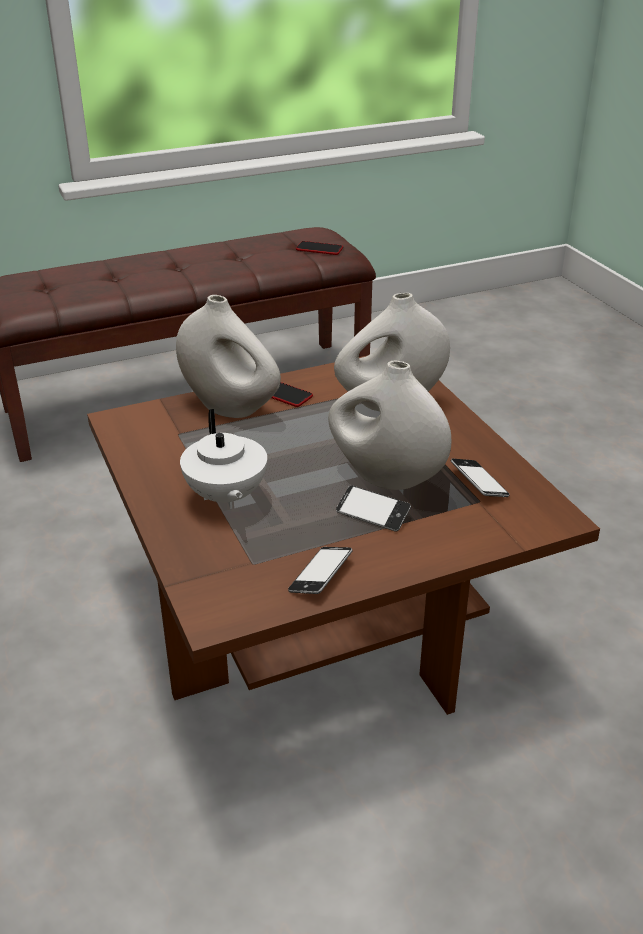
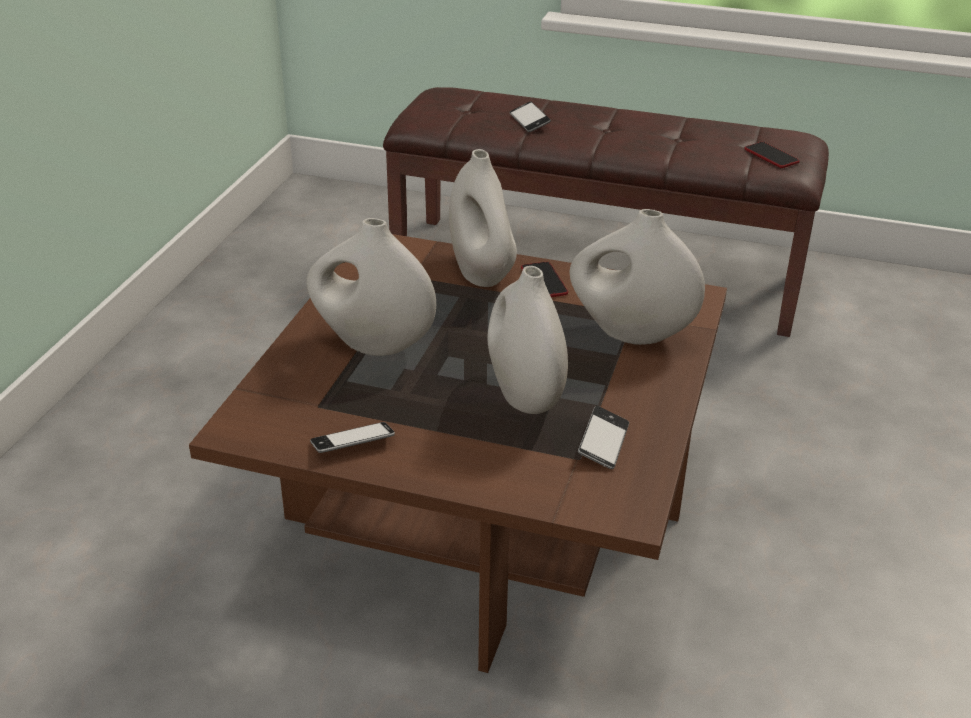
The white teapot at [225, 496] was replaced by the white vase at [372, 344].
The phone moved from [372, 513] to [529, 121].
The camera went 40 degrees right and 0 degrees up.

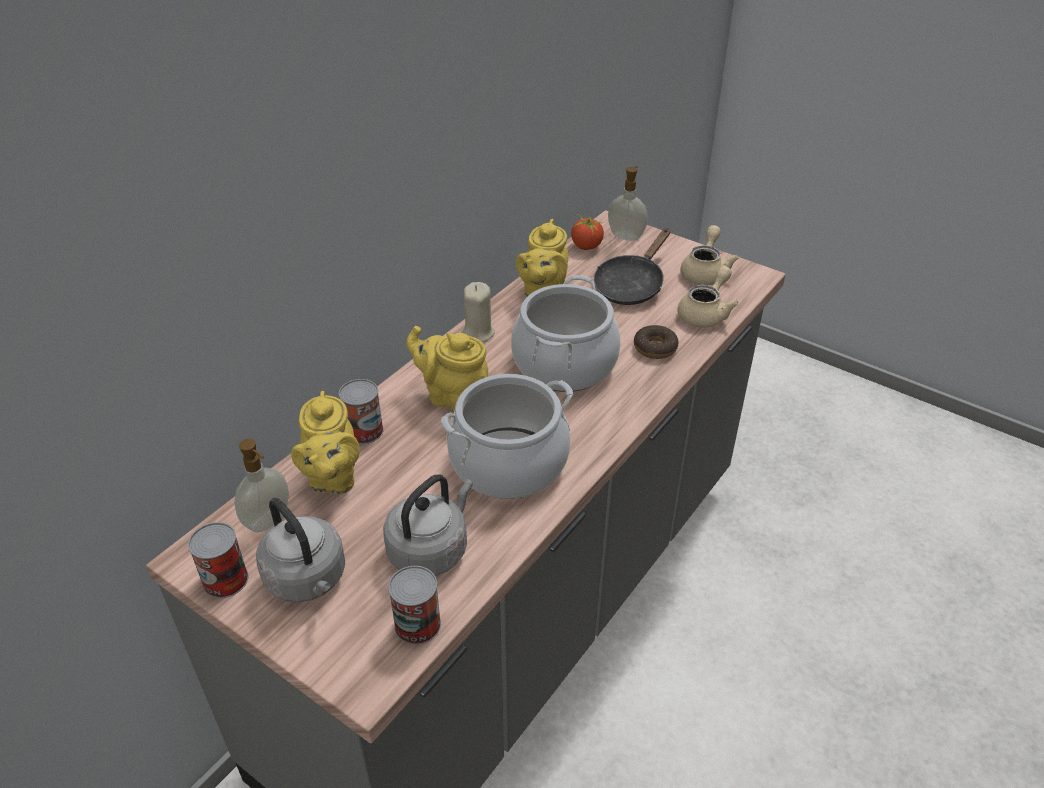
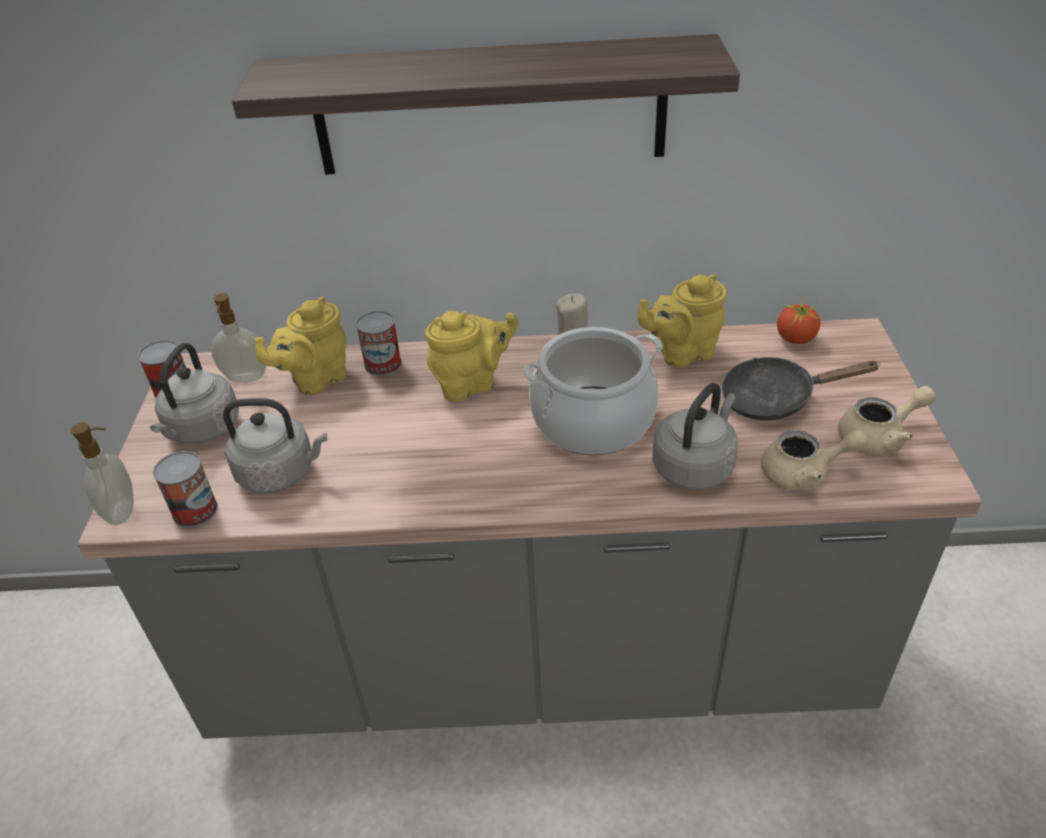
The soap dispenser moved from [626, 236] to [123, 511].
The shelf at [490, 107] appeared.
The yellow teapot at [453, 397] turned 75 degrees clockwise.
The donut at [655, 348] was replaced by the grey kettle at [695, 466].
The cooking pot at [508, 463] disappeared.
The camera went 55 degrees right and 0 degrees up.

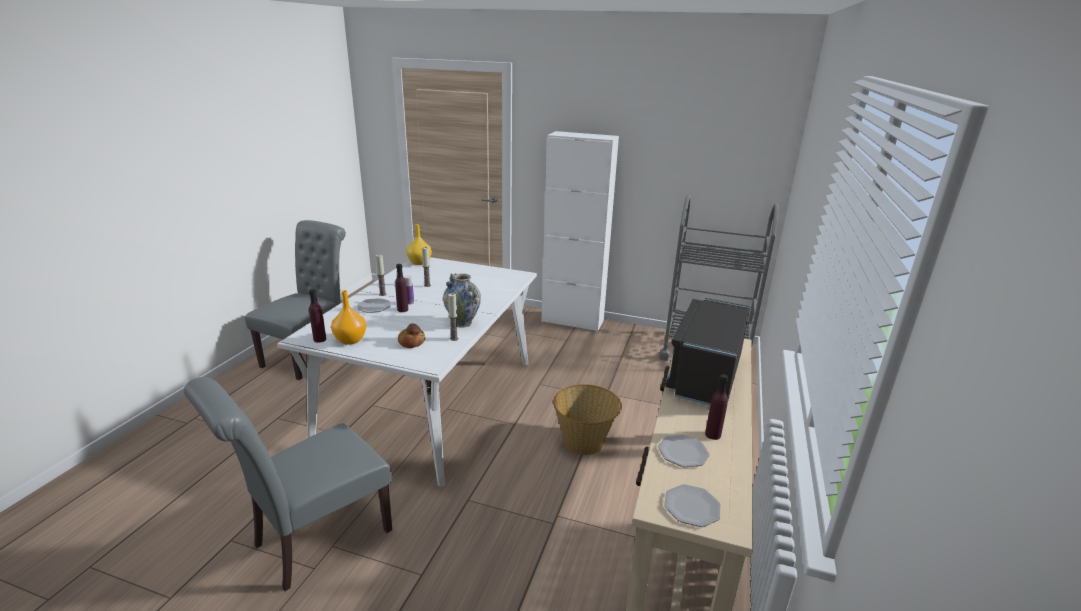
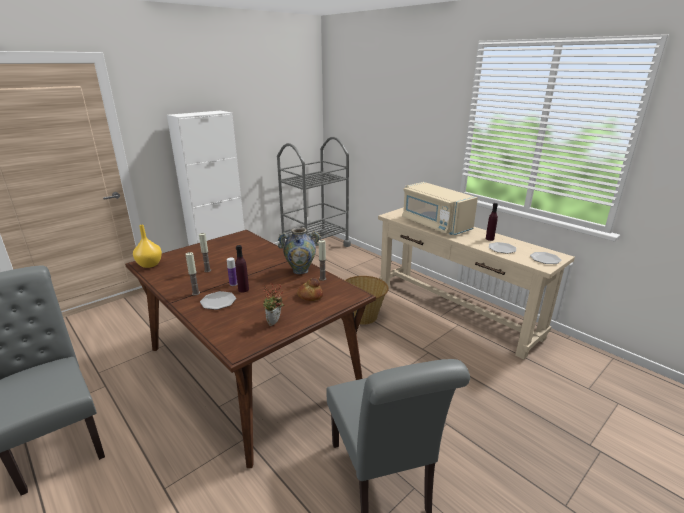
The white dining table at [431, 400] became the brown dining table at [250, 368].
The orange vase at [351, 340] was replaced by the potted plant at [275, 323].
The black microwave at [705, 375] became the beige microwave at [434, 224].
The purple bottle at [320, 339] disappeared.
The camera went 60 degrees left and 0 degrees up.

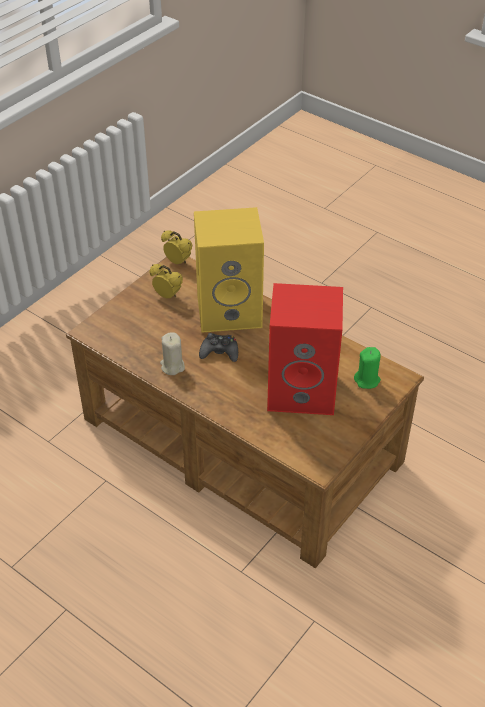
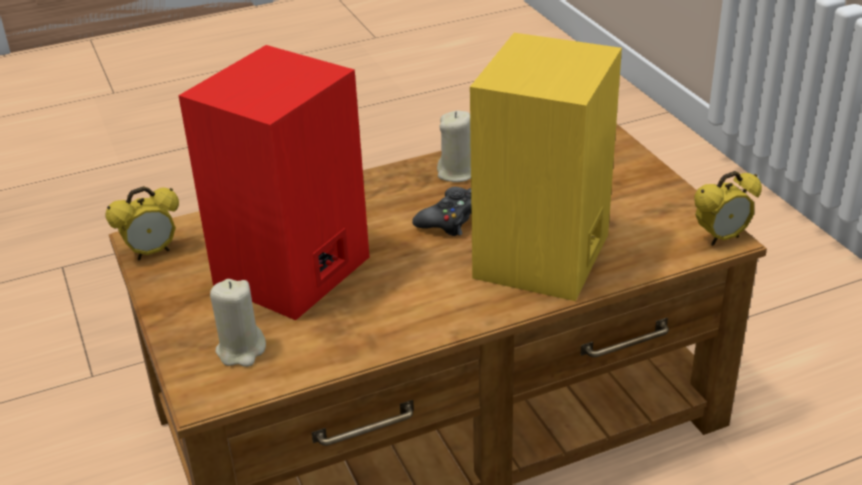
The alarm clock moved from [167, 296] to [152, 252].
The green candle at [367, 380] became the beige candle at [241, 350].
The camera went 120 degrees right and 10 degrees down.

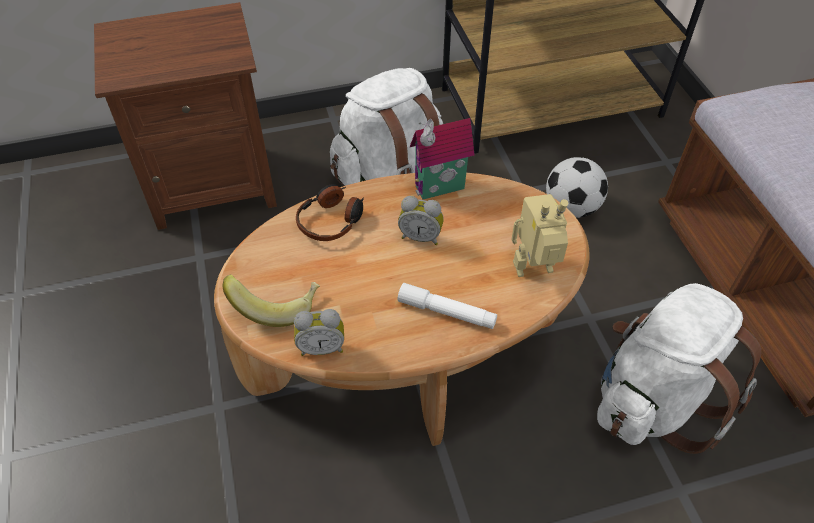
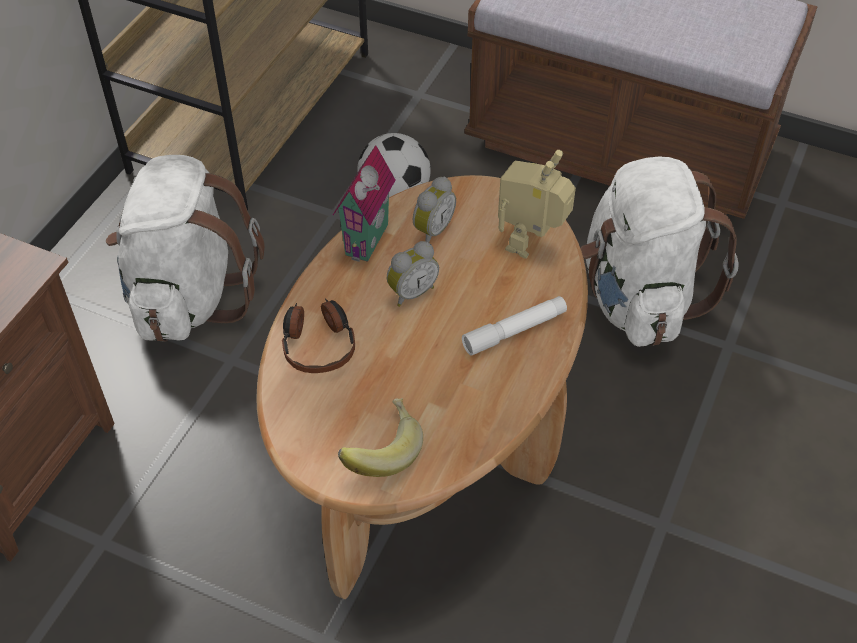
The alarm clock moved from [321, 347] to [431, 230].
The camera went 50 degrees left and 0 degrees up.

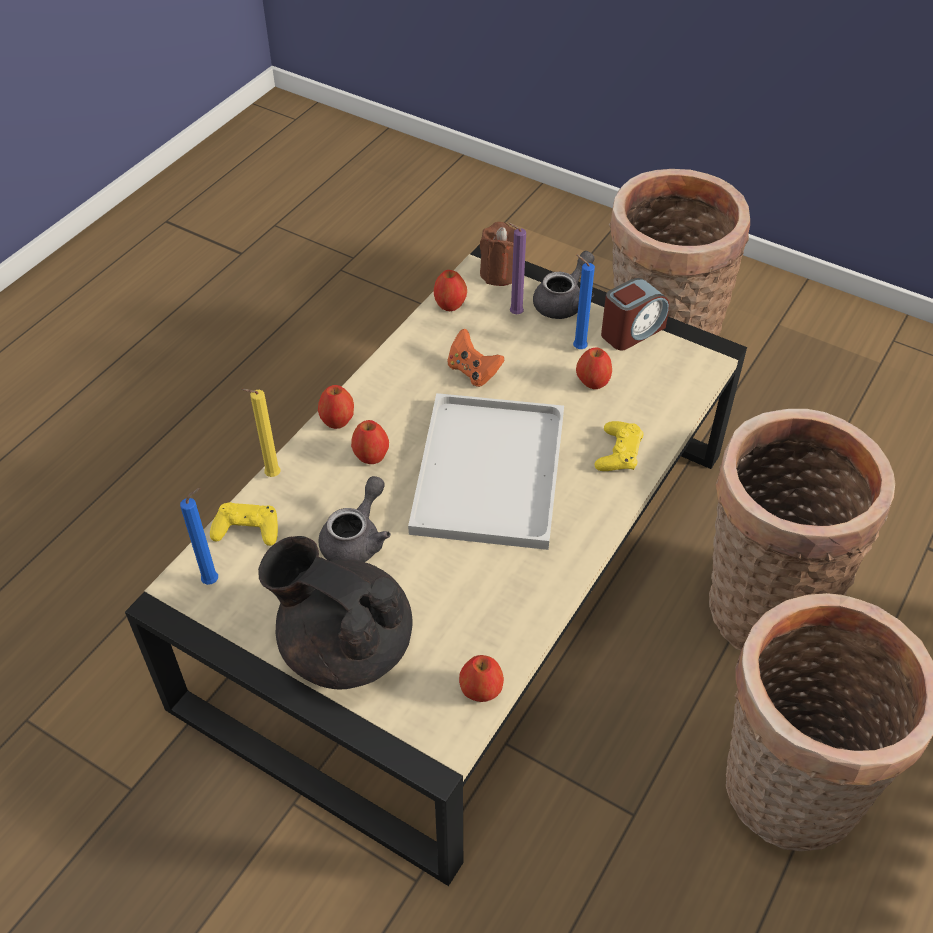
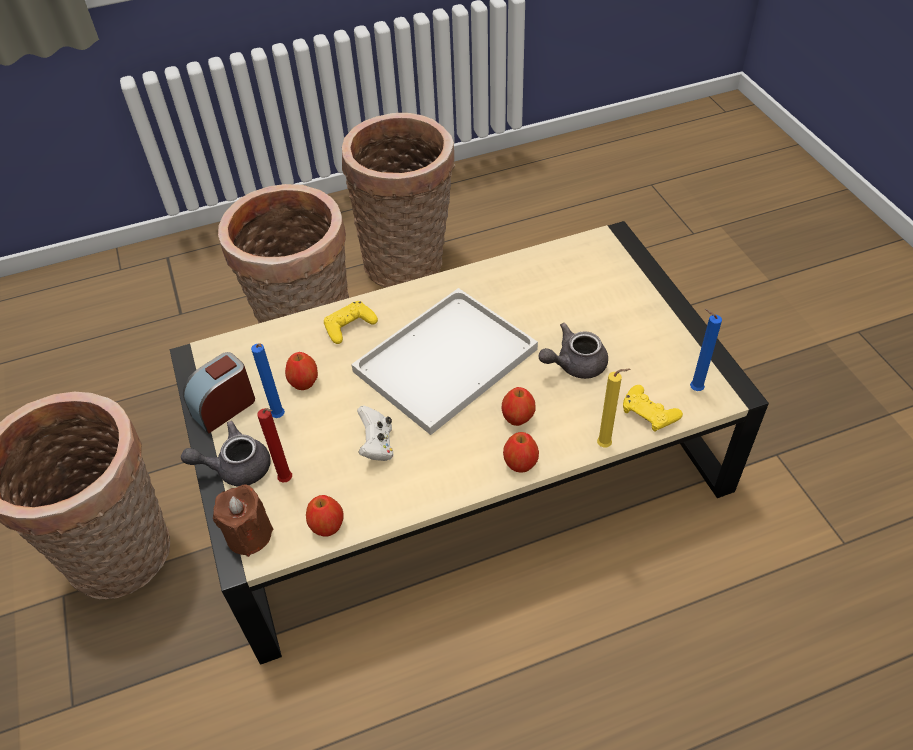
The alarm clock at [632, 331] turned 45 degrees counterclockwise.
The purple candle at [514, 314] became the red candle at [287, 481].
The orange game controller at [473, 371] became the white game controller at [377, 445].
The black teapot at [345, 646] disappeared.
The apple at [481, 691] disappeared.
The camera went 140 degrees left and 0 degrees up.

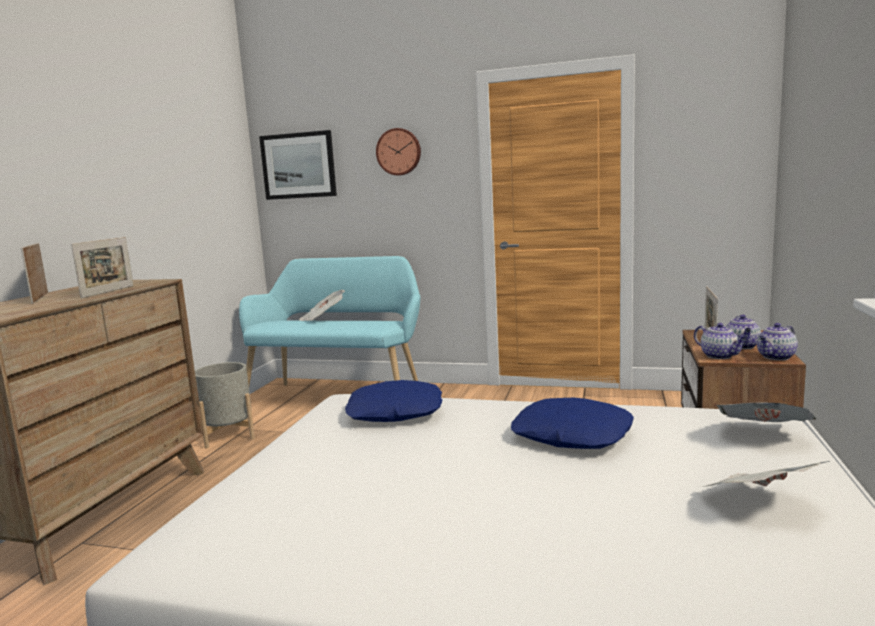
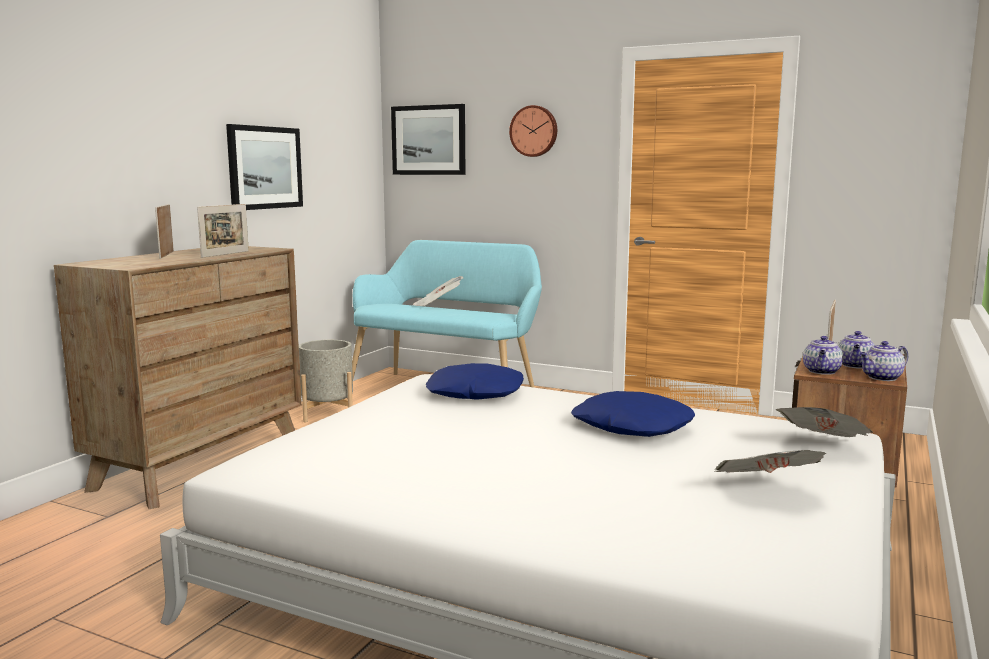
The picture at [265, 167] appeared.
The teapot at [720, 356] turned 45 degrees clockwise.
The camera went 10 degrees right and 0 degrees up.

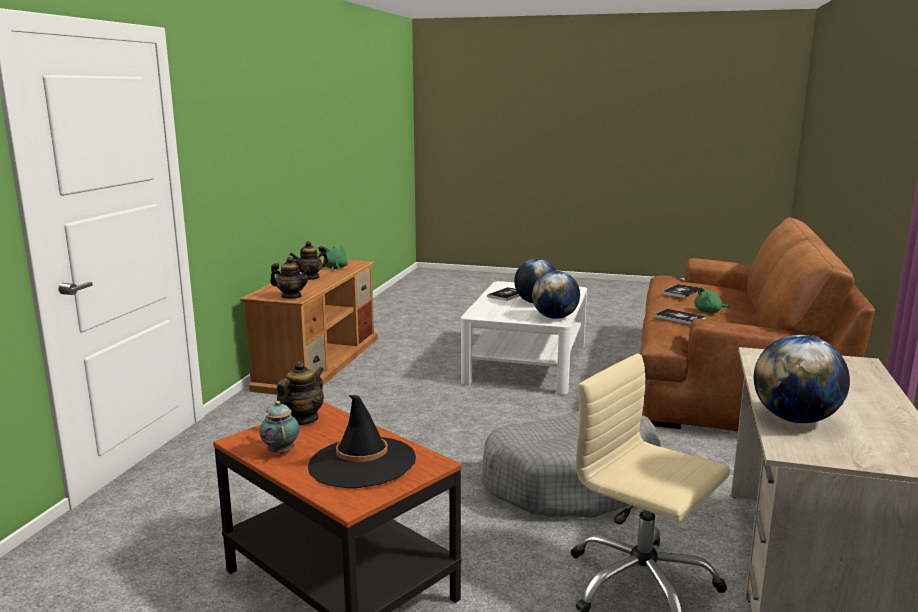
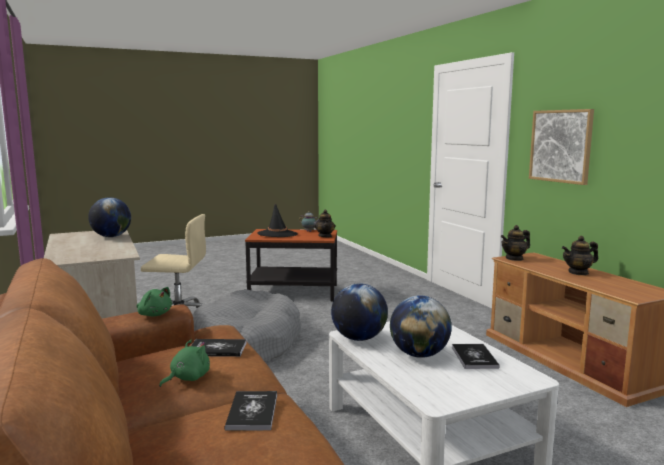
The green plush toy moved from [335, 268] to [154, 314].
The picture at [561, 146] appeared.
The teapot at [310, 277] turned 120 degrees counterclockwise.
The camera went 140 degrees right and 5 degrees down.

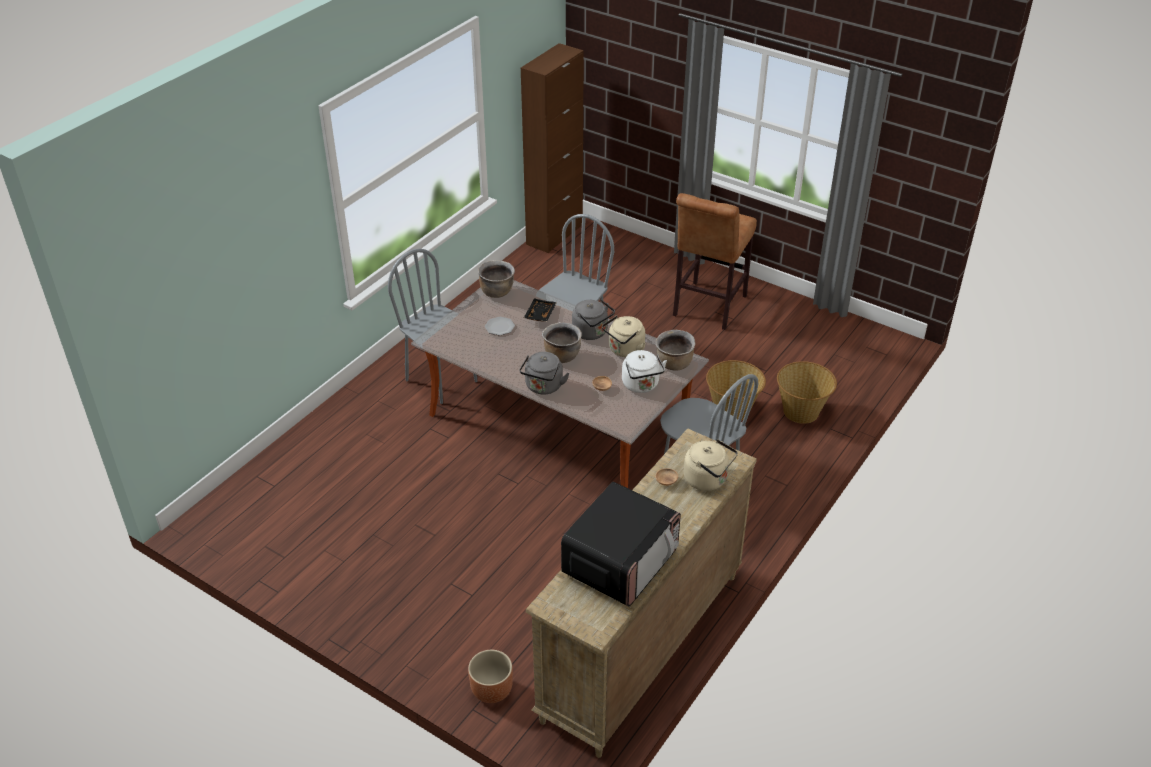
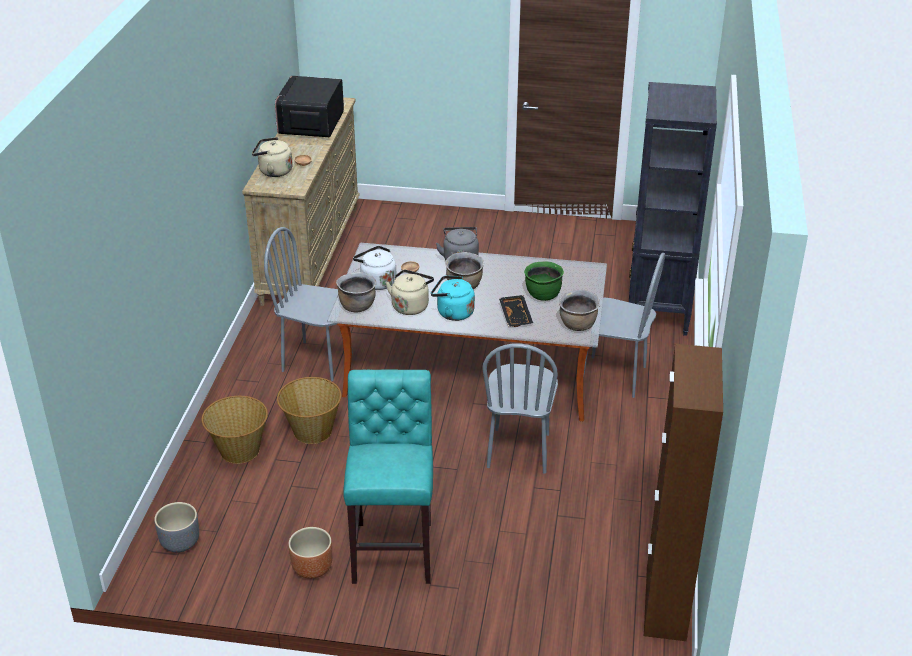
The grey planter at [180, 542] appeared.
The brown planter moved from [492, 690] to [312, 568].
The brown stool at [707, 308] became the turquoise stool at [393, 548].
The grey kettle at [592, 333] became the turquoise kettle at [452, 313].
The plate at [500, 327] was replaced by the green cooking pot at [542, 295].
The black bookcase at [657, 312] appeared.
The camera went 155 degrees right and 5 degrees down.

